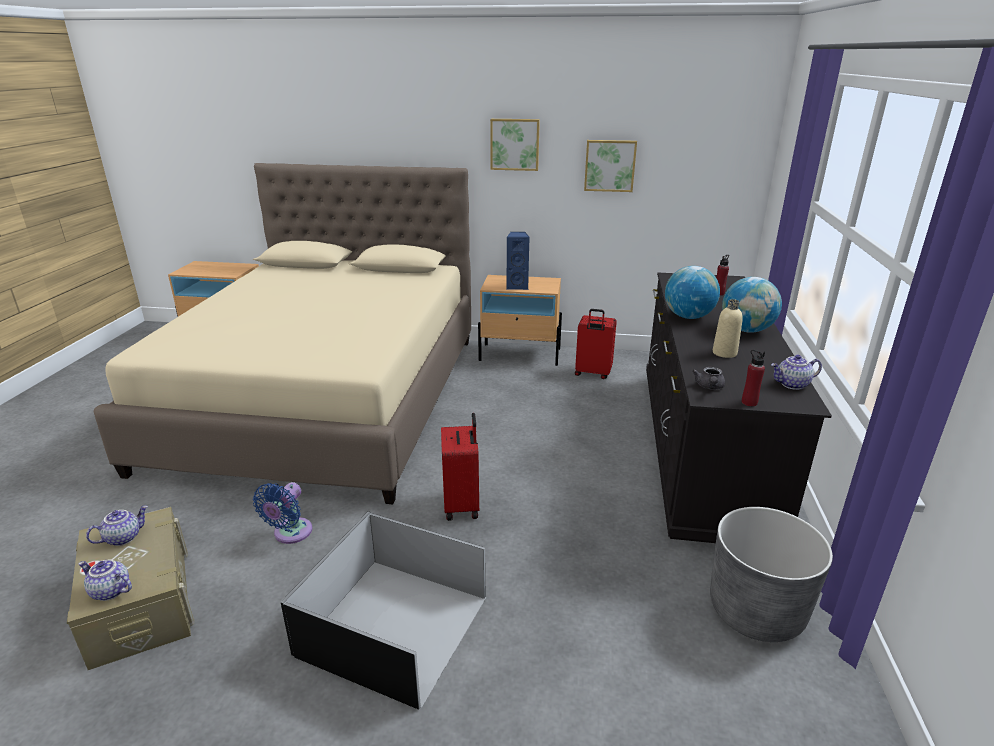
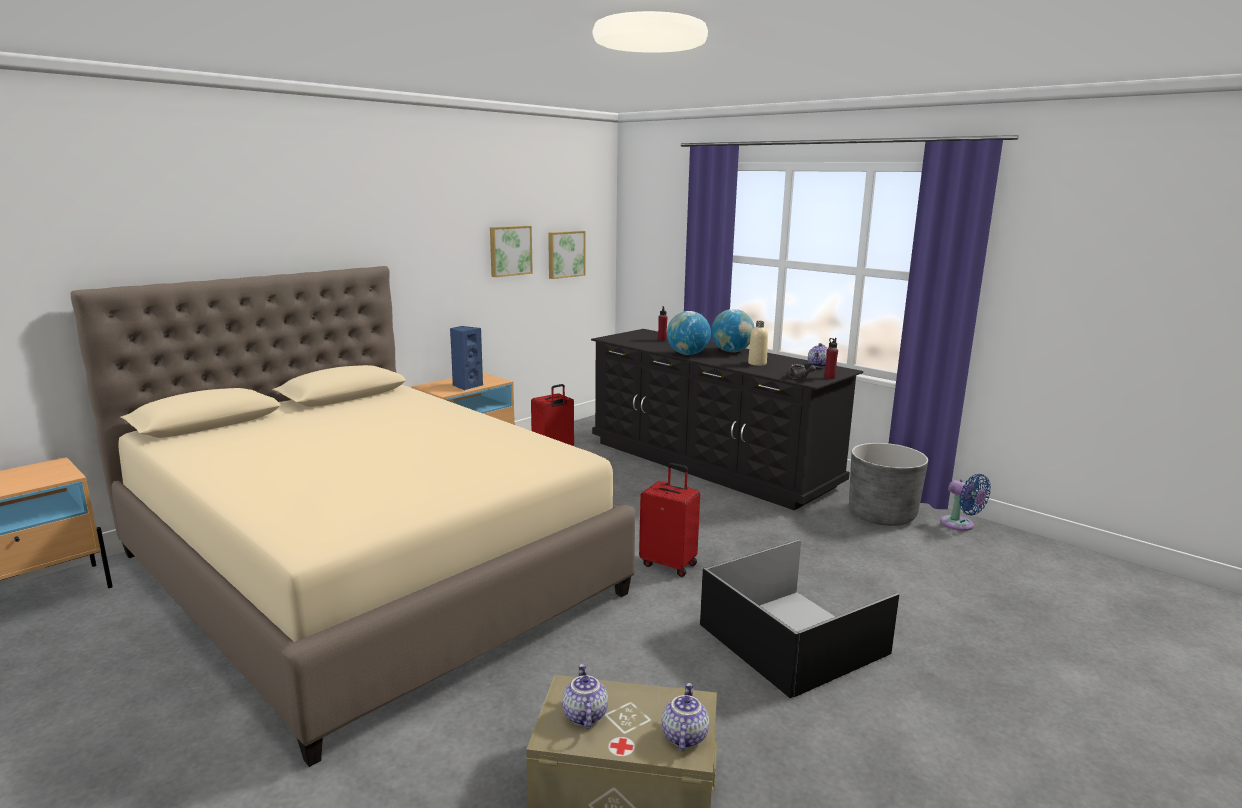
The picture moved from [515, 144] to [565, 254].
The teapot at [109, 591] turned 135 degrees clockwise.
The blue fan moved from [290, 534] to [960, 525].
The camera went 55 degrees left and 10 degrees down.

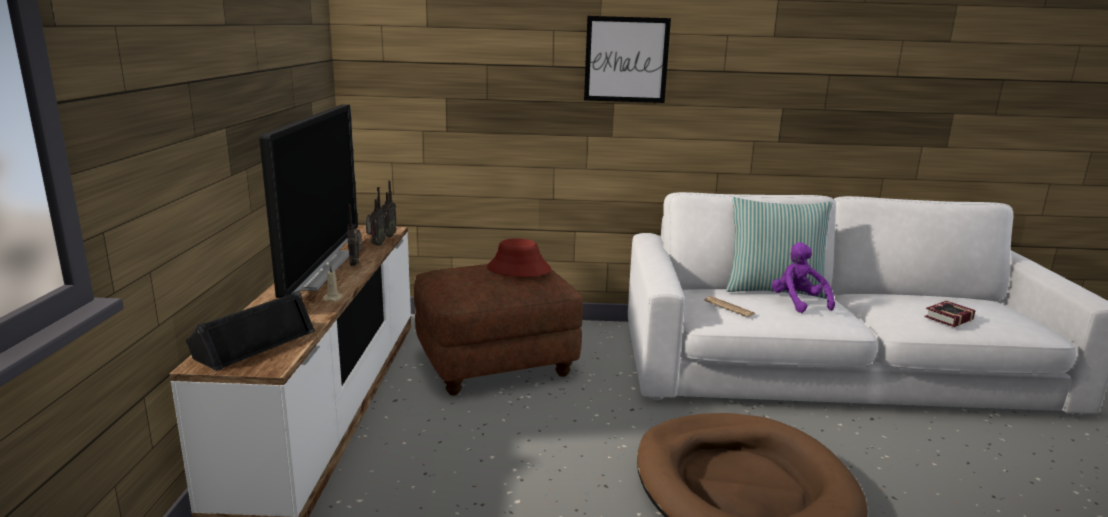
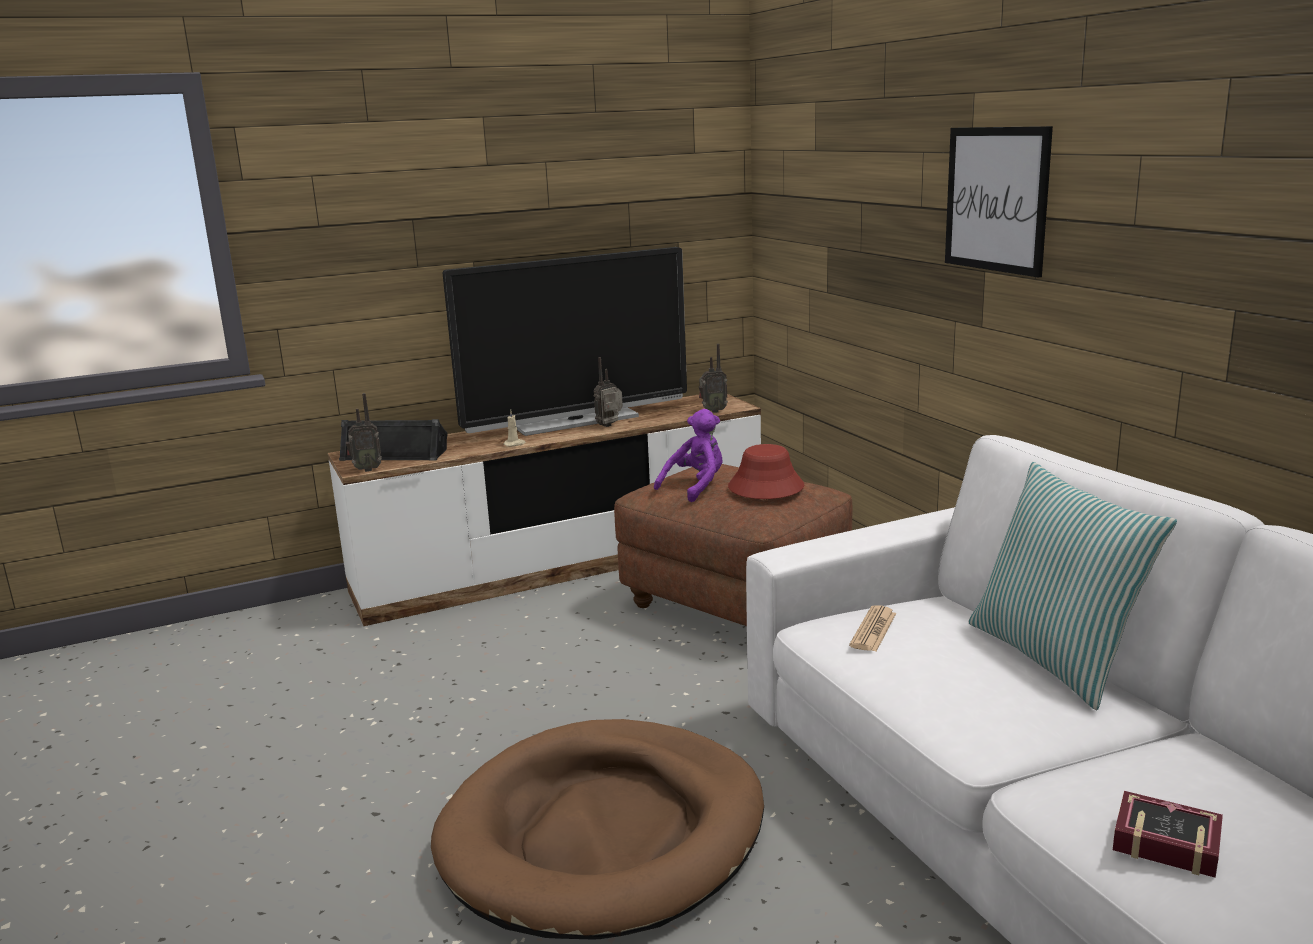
The radio moved from [376, 245] to [366, 469].
The purple plush toy moved from [798, 303] to [696, 487].
The camera went 65 degrees right and 0 degrees up.

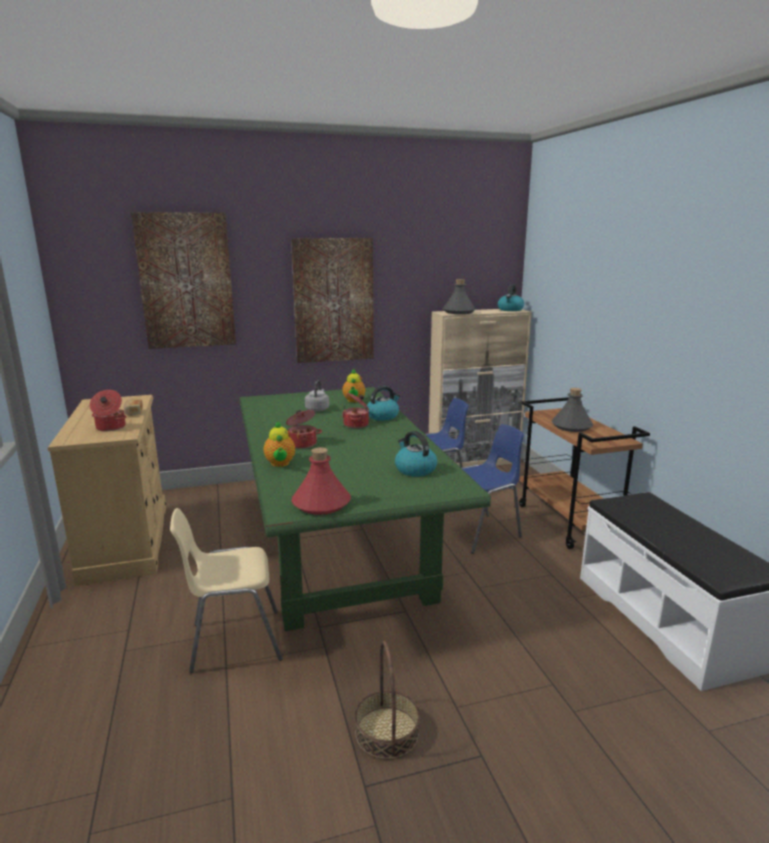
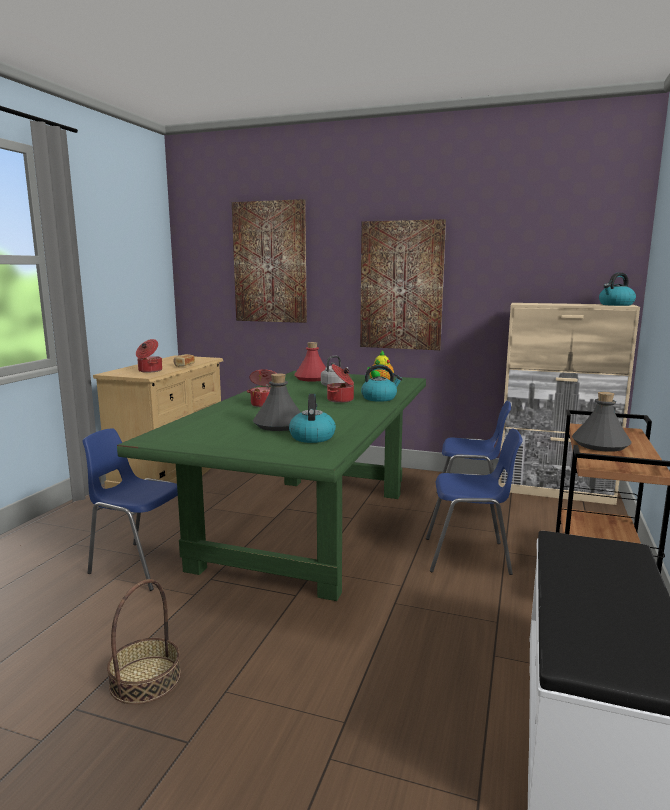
The beige chair at [233, 641] became the blue chair at [141, 564].
The grey bottle moved from [458, 312] to [279, 425].
The red bottle moved from [321, 503] to [313, 378].
The teapot at [280, 464] disappeared.
The camera went 35 degrees right and 5 degrees down.

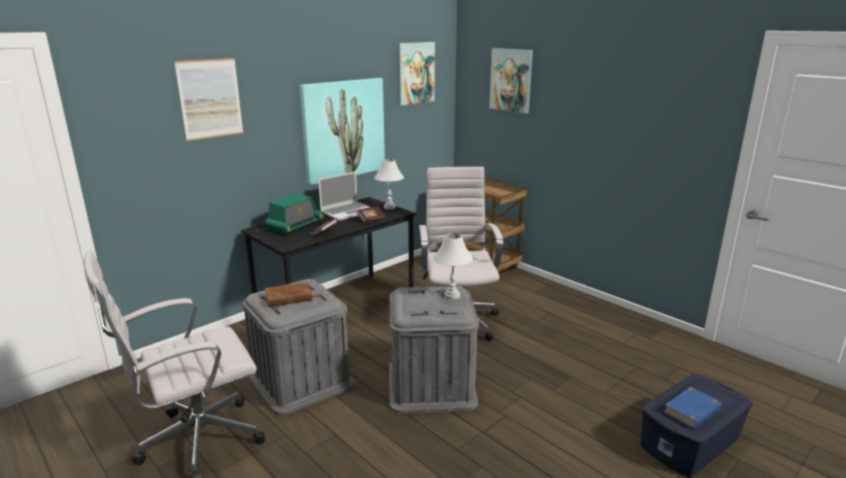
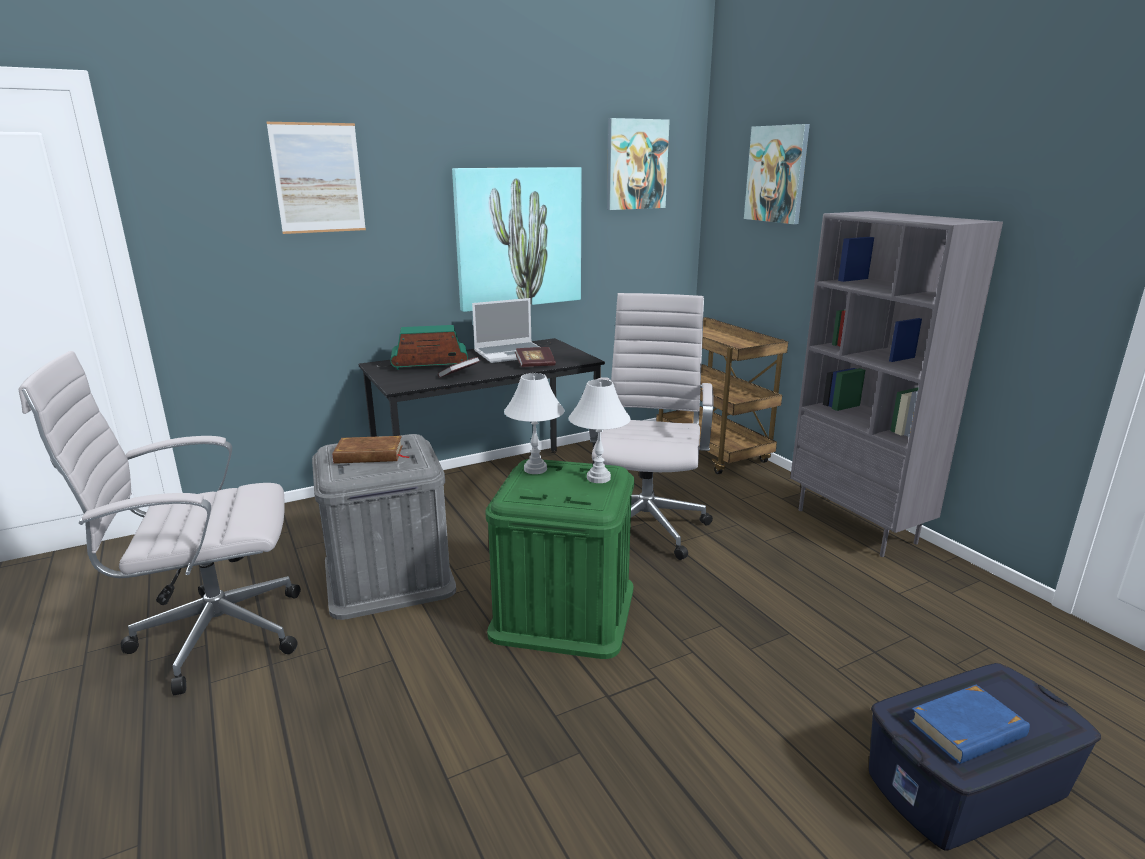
The radio at [295, 225] turned 150 degrees counterclockwise.
The grey storage box at [431, 385] became the green storage box at [564, 610].
The white table lamp moved from [389, 207] to [535, 469].
The grey bookcase at [857, 526] appeared.
The camera went 15 degrees right and 0 degrees up.

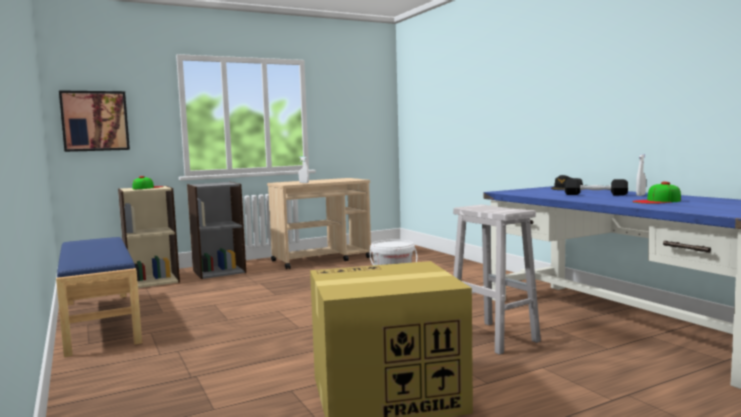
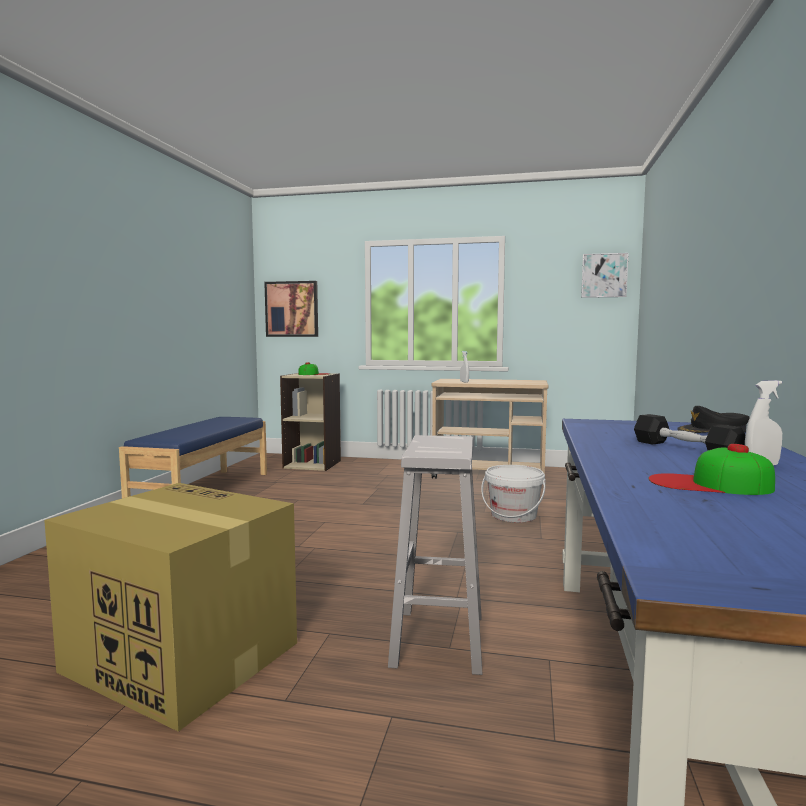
The picture at [604, 275] appeared.
The grey bookcase at [219, 271] disappeared.
The camera went 40 degrees right and 0 degrees up.

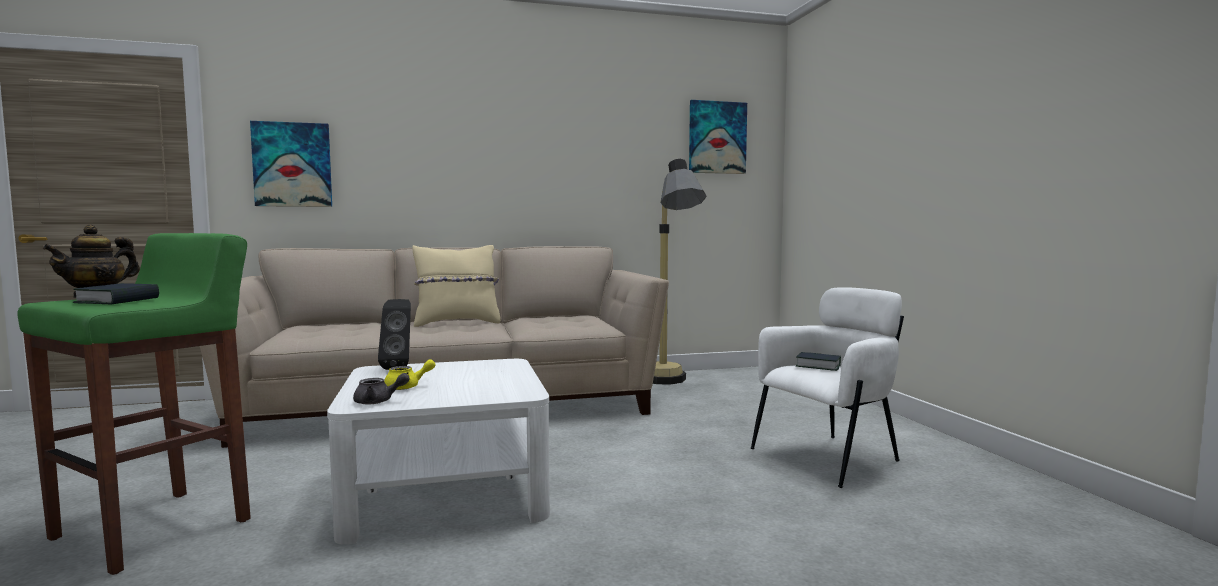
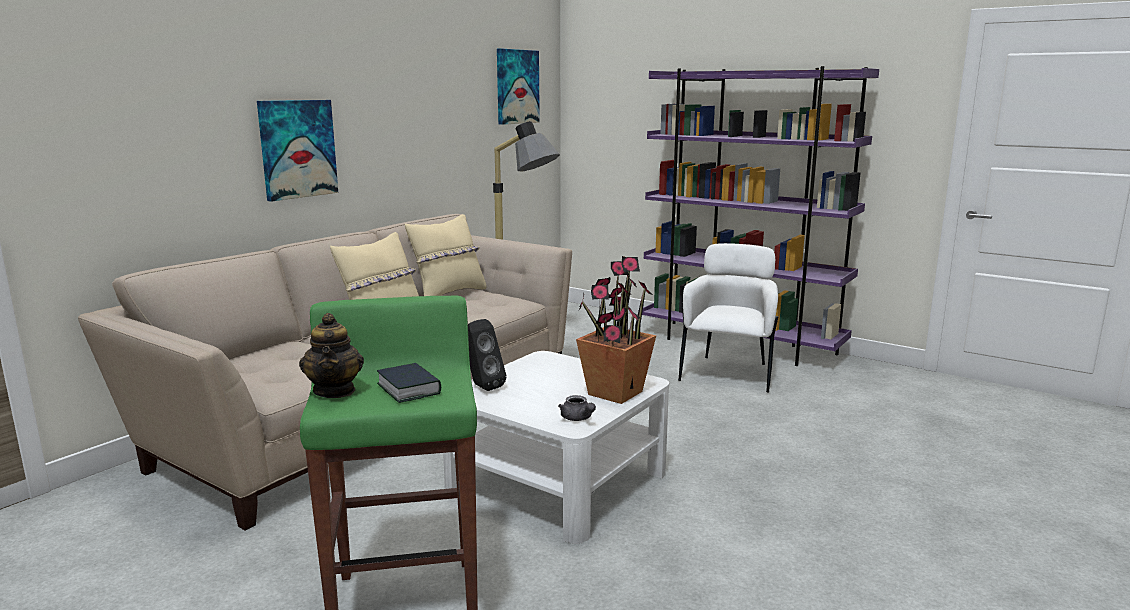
The picture moved from [292, 165] to [297, 149].
The beige pillow at [448, 294] appeared.
The grey teapot at [378, 401] turned 105 degrees clockwise.
The potted plant at [614, 393] appeared.
The purple bookcase at [741, 344] appeared.
The yellow teapot at [407, 387] disappeared.
The book at [818, 366] disappeared.
The camera went 40 degrees left and 10 degrees up.

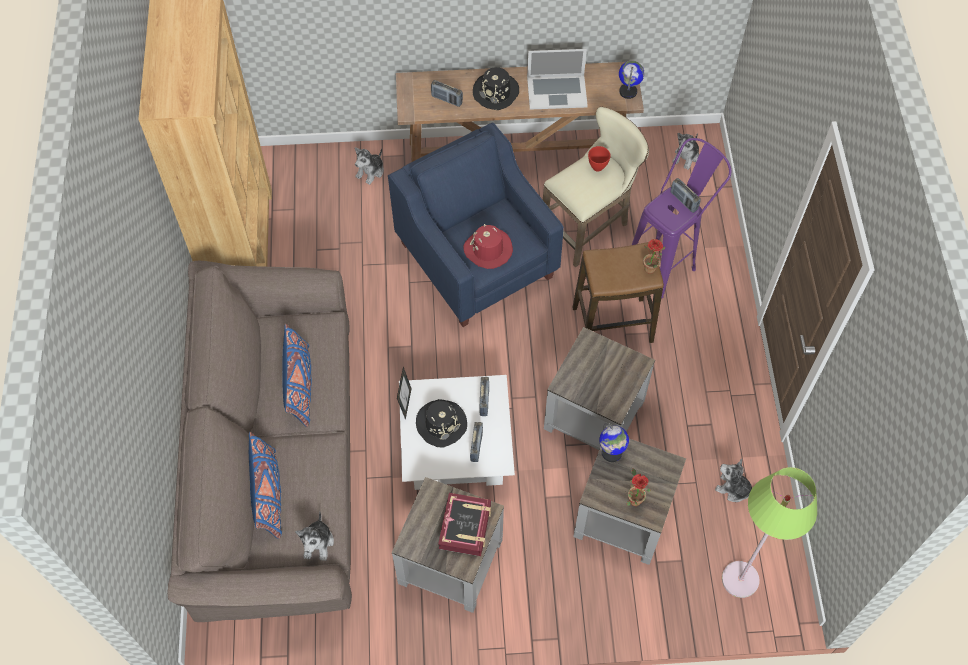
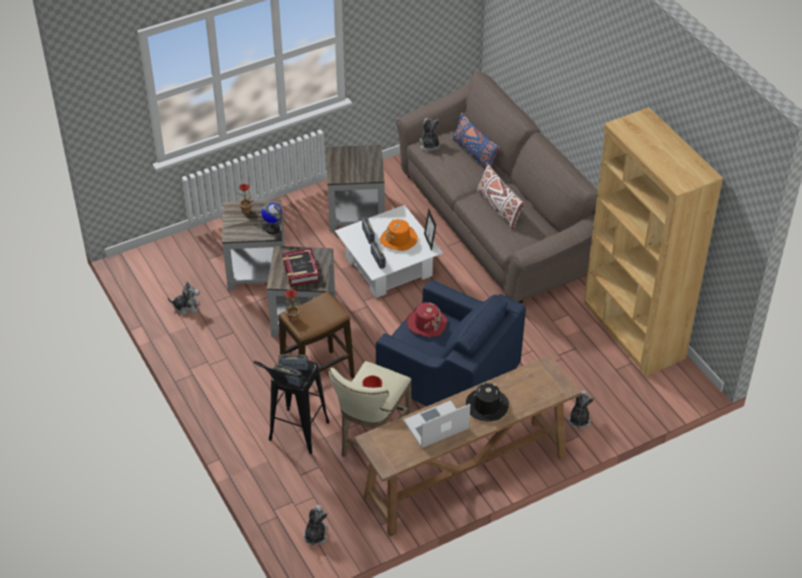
The purple stool at [667, 261] became the black stool at [295, 438].
The radio moved from [447, 99] to [293, 368].
The book moved from [465, 527] to [300, 271].
The black hat at [441, 423] became the orange hat at [398, 239].
The blue pillow at [300, 386] became the white pillow at [499, 208].
The globe at [628, 91] disappeared.
The green floor lamp at [740, 579] disappeared.
The camera went 155 degrees right and 15 degrees down.

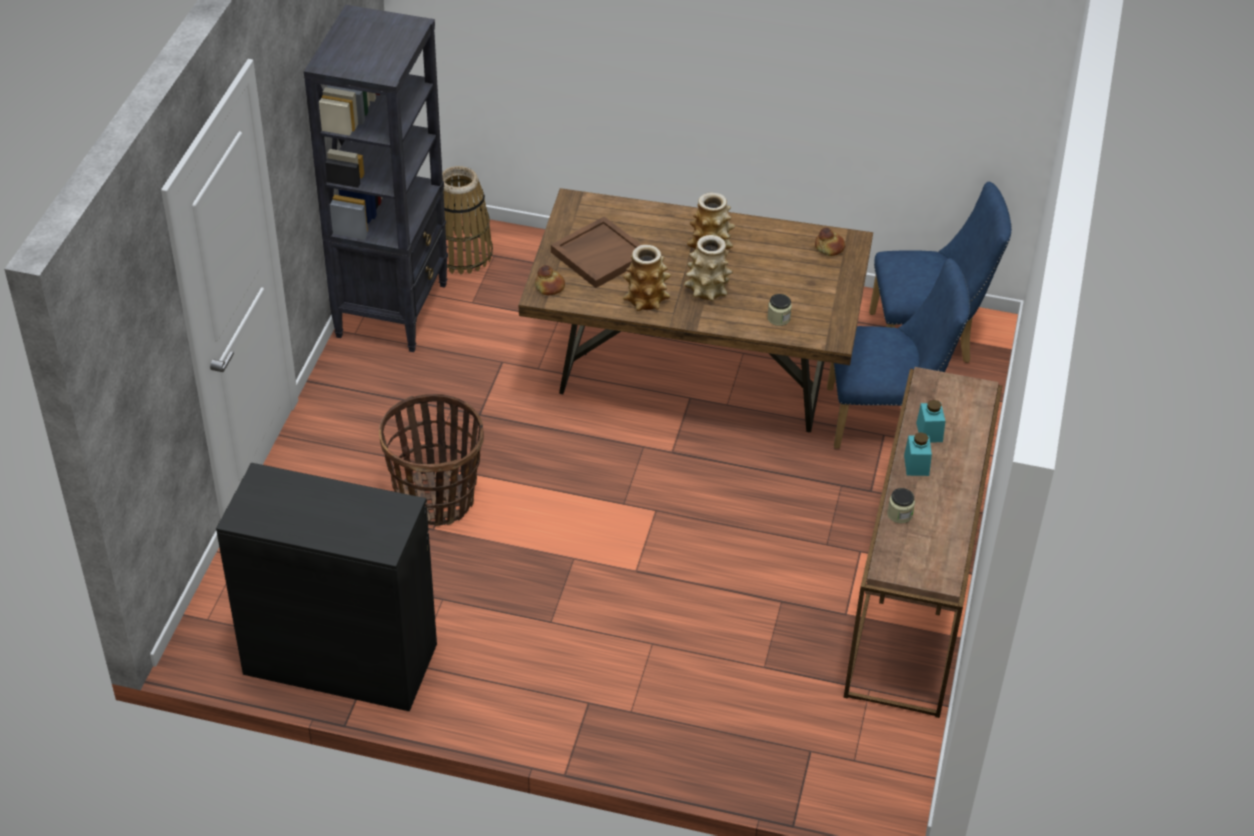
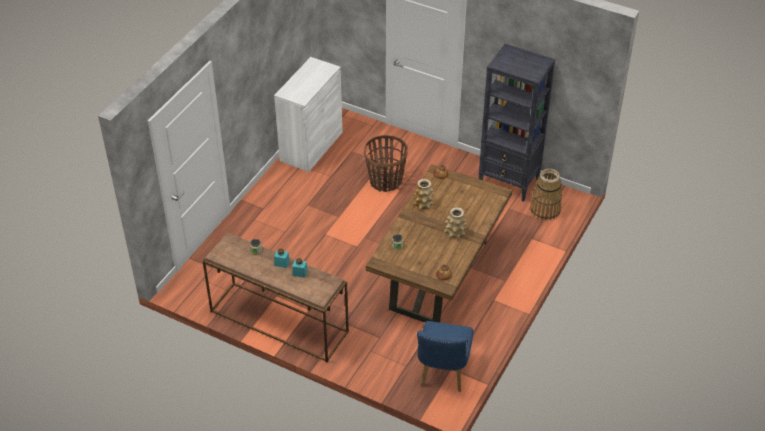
The black cabinet at [340, 659] became the white cabinet at [311, 146].
The brown tray at [600, 254] disappeared.
The vase at [707, 290] disappeared.
The blue chair at [886, 419] disappeared.
The camera went 105 degrees right and 0 degrees up.

